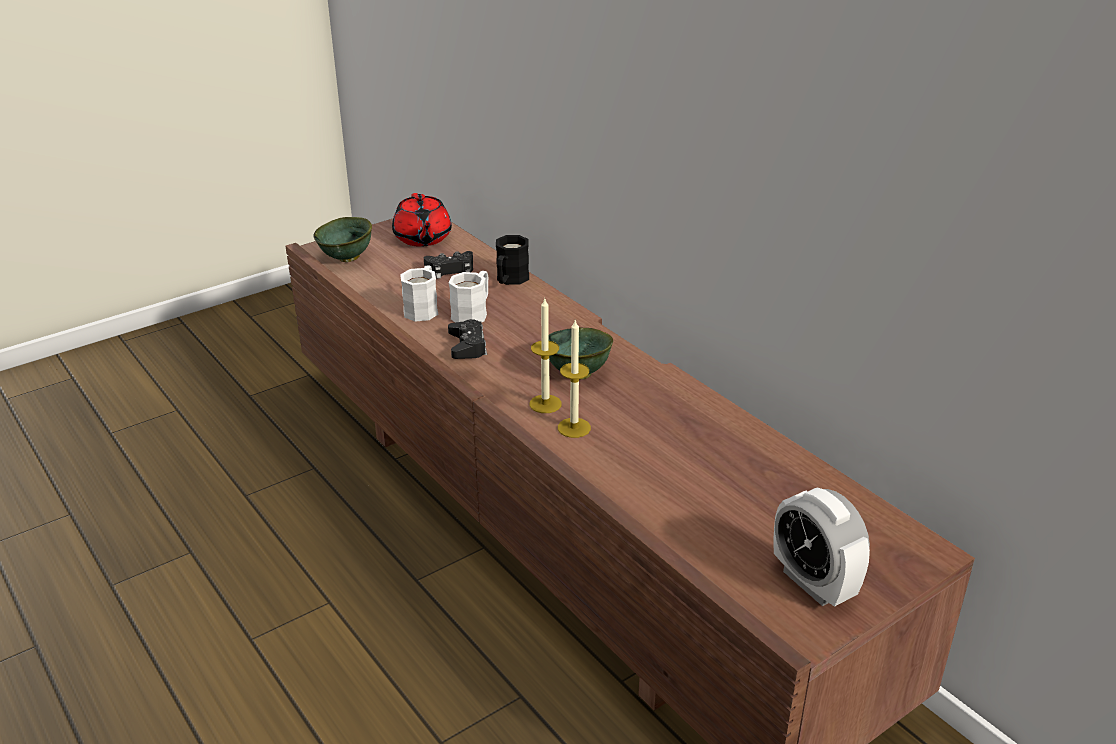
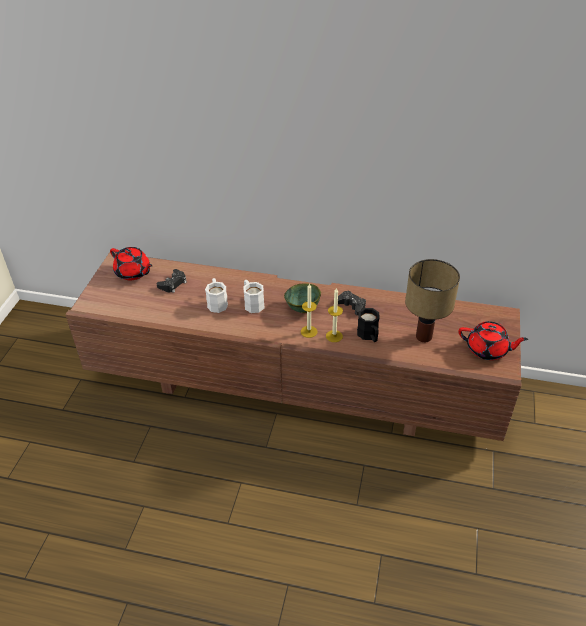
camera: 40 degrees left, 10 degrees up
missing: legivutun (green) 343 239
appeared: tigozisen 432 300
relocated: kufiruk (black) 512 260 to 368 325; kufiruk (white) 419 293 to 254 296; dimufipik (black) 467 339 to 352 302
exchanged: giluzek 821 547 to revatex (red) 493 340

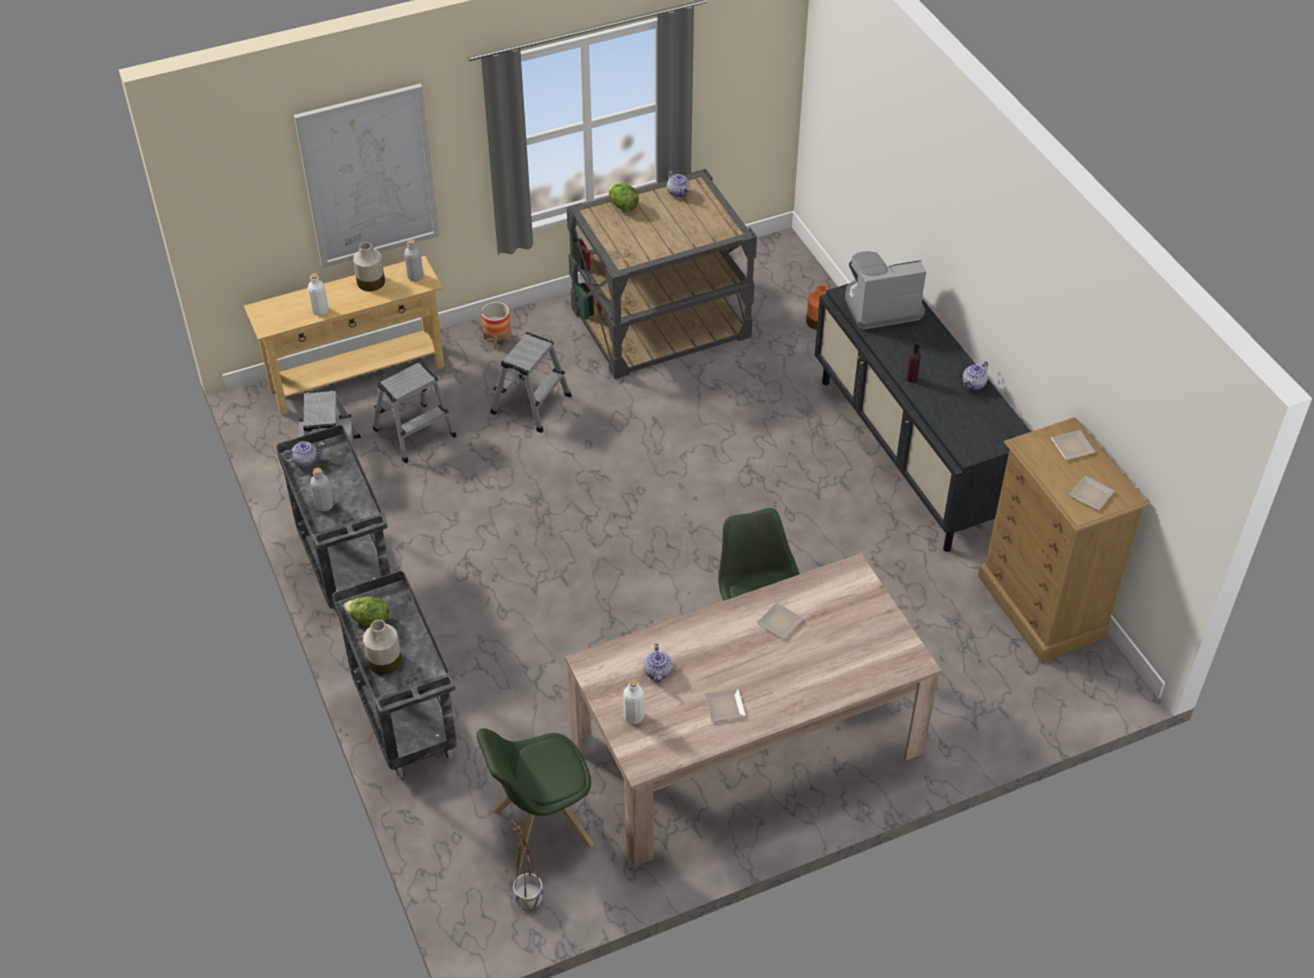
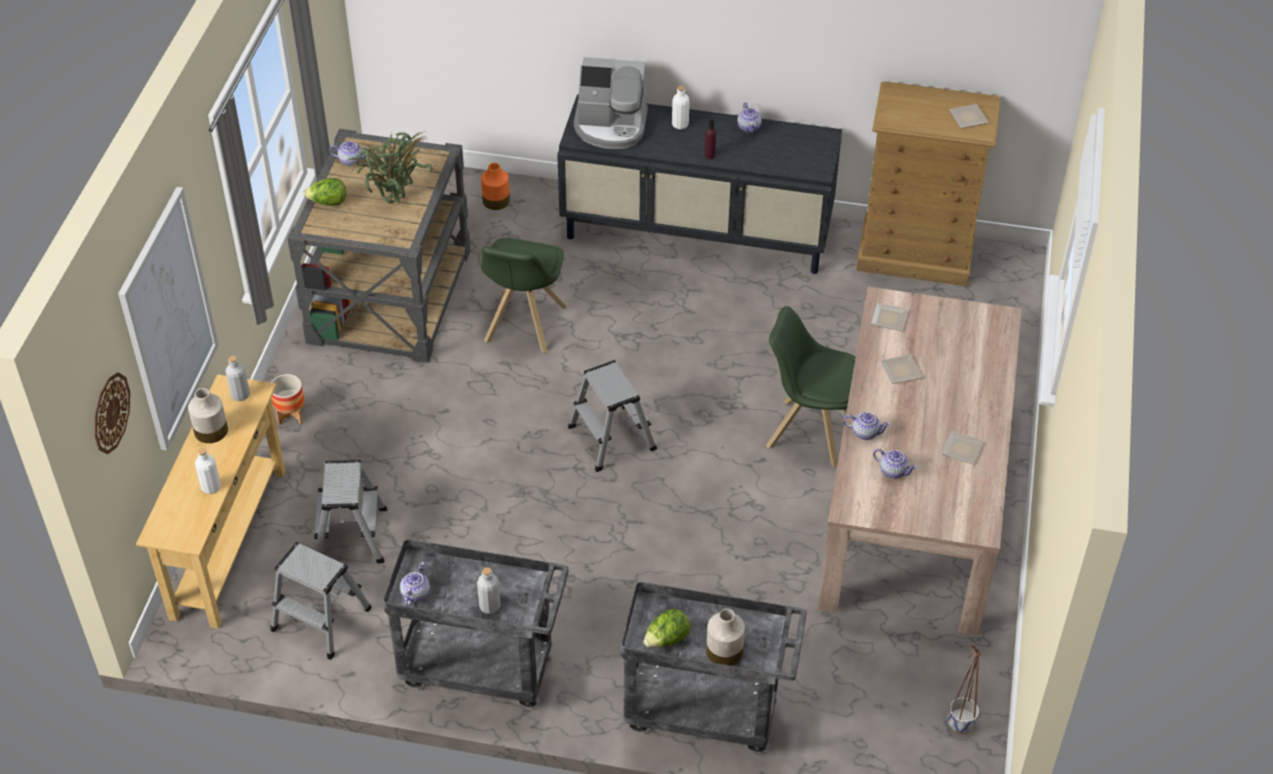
camera: 55 degrees left, 0 degrees up
appeared: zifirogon 389 167; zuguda 112 413; revatex 866 426
relocated: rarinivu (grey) 531 382 to 612 416; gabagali 1073 445 to 890 317; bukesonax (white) 633 701 to 681 108; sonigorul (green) 535 799 to 524 296
spun: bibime 885 290 = 611 103 105 degrees counterclockwise

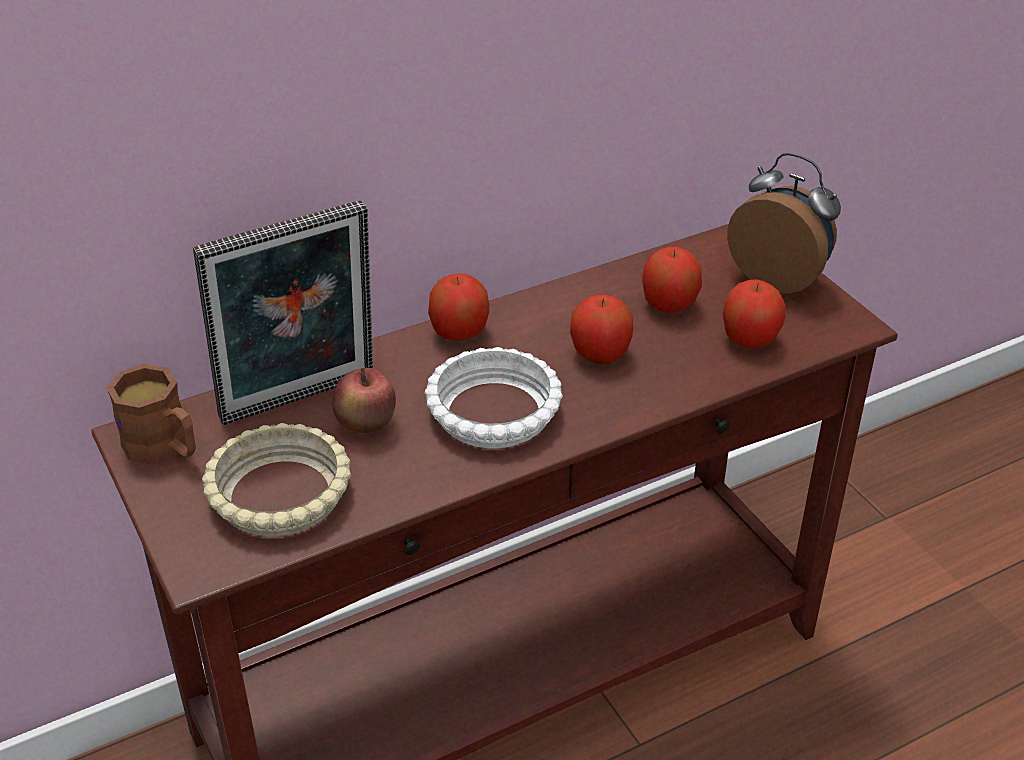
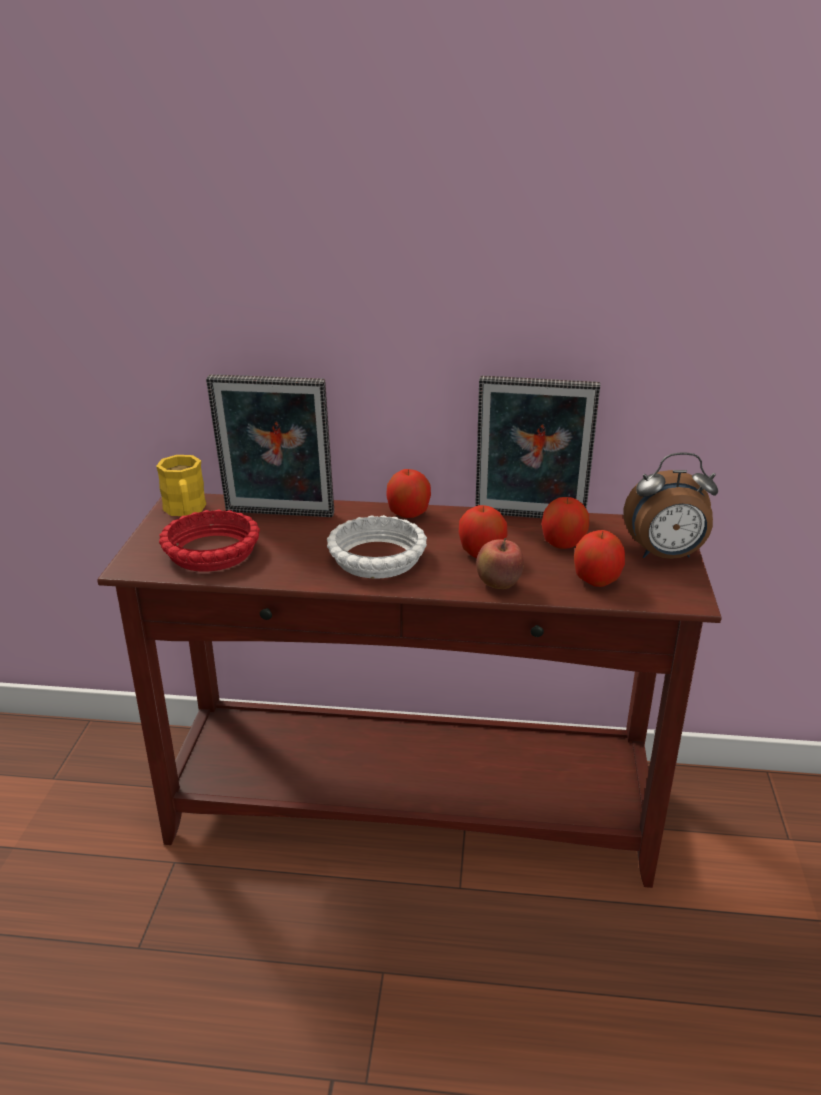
camera: 35 degrees right, 10 degrees down
appeared: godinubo 537 447
relocated: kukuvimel 364 400 to 500 563
colour: kufiruk (brown) 151 414 to kufiruk (yellow) 181 485; legivutun (beige) 276 479 to legivutun (red) 209 540
spun: giluzek 784 223 = 670 505 105 degrees clockwise

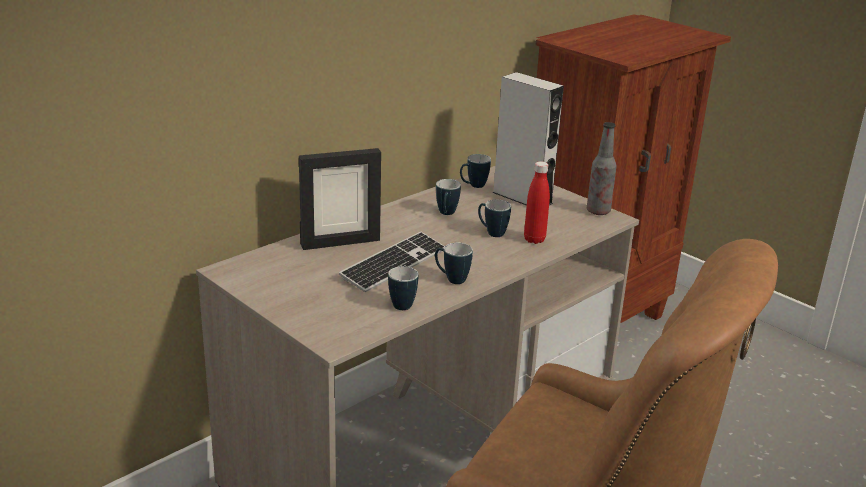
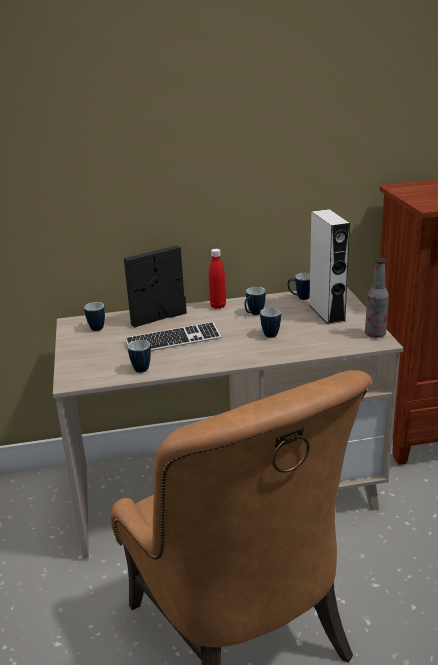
camera: 35 degrees right, 0 degrees up
relocated: bukesonax (red) 537 202 to 217 279; kufiruk 454 263 to 94 316
spun: godinubo 340 199 = 155 286 135 degrees clockwise

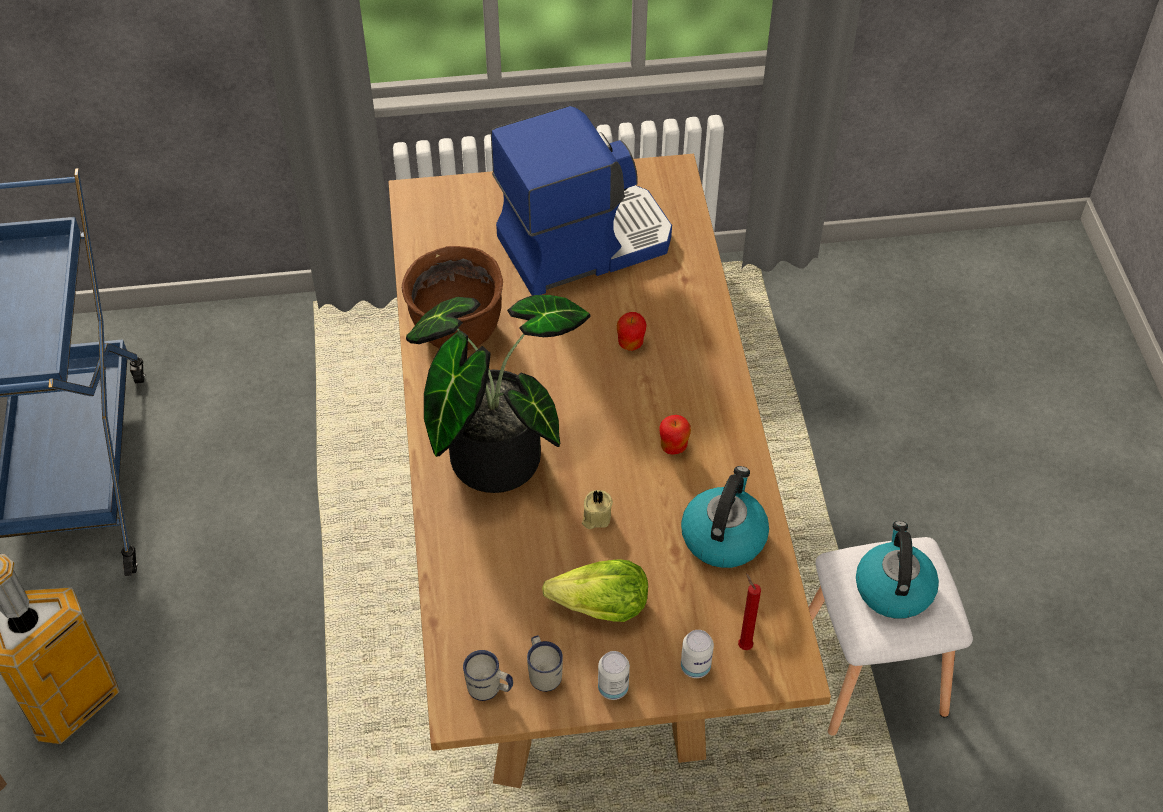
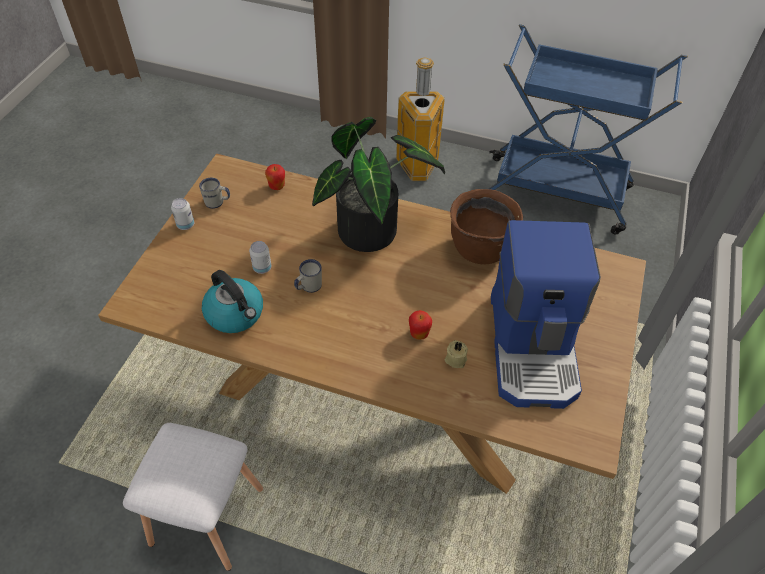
camera: 115 degrees right, 0 degrees up
missing: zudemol 897 570; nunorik 595 590; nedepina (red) 749 611
relocated: kukuvimel 675 435 to 275 177; nedepina (beige) 597 509 to 456 354; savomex 697 654 to 260 257; kufiruk (white) 488 675 to 308 276

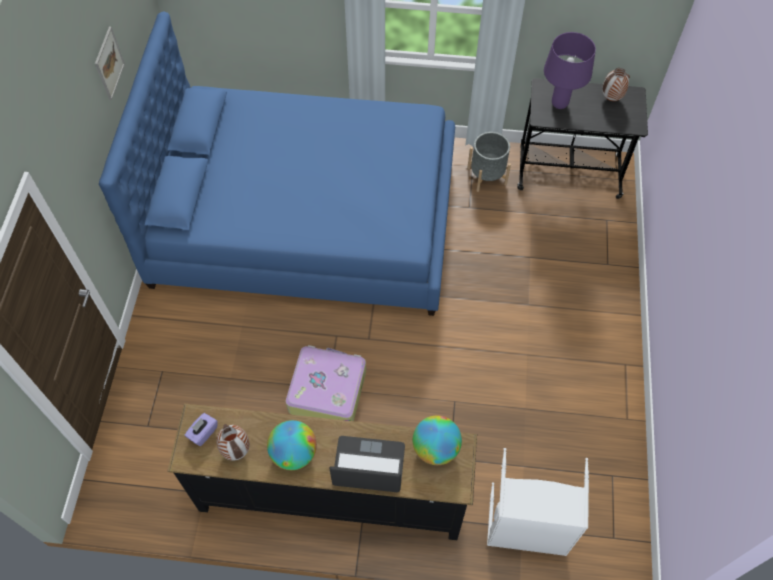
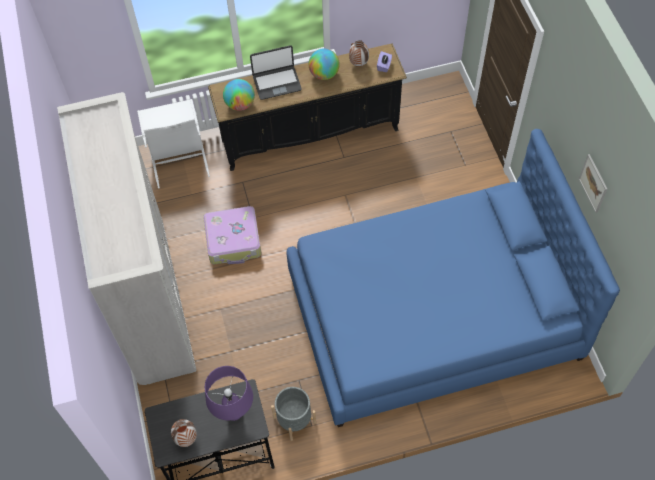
camera: 160 degrees right, 0 degrees up
appeared: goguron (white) 127 238
relocated: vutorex 326 383 to 232 235

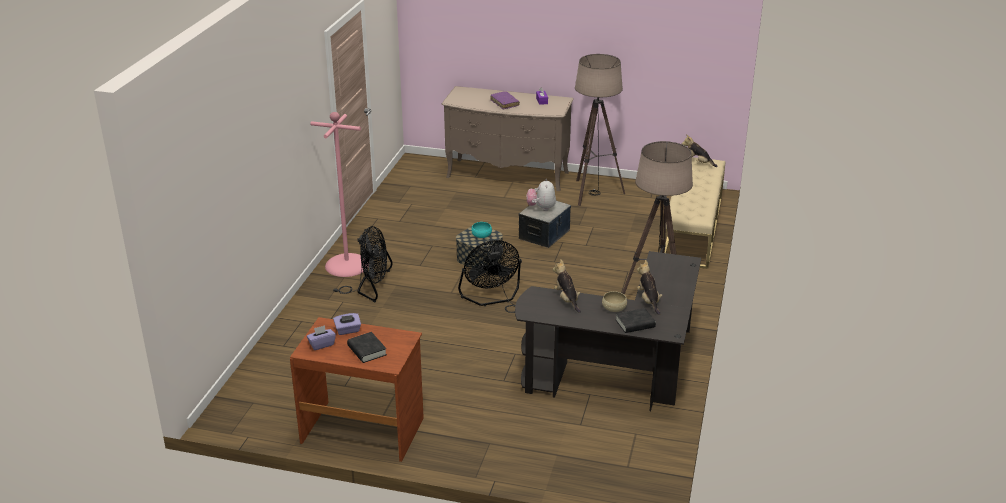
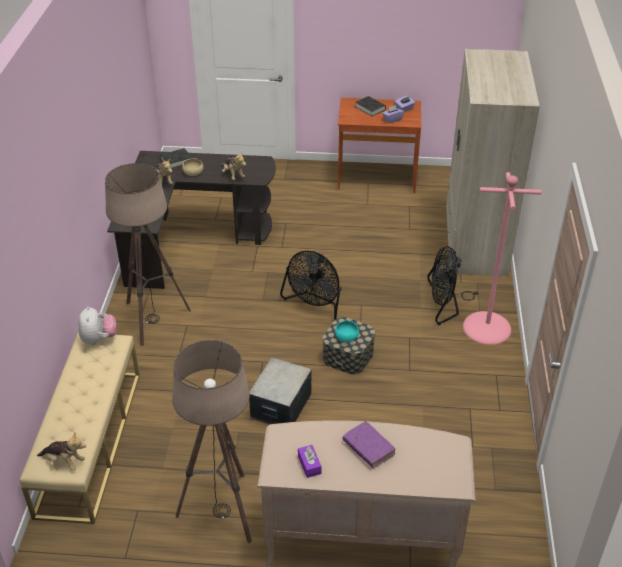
camera: 170 degrees right, 10 degrees up
appeared: goguron (beige) 493 162
relocated: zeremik 541 195 to 97 325
spun: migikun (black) 490 276 = 311 285 60 degrees clockwise

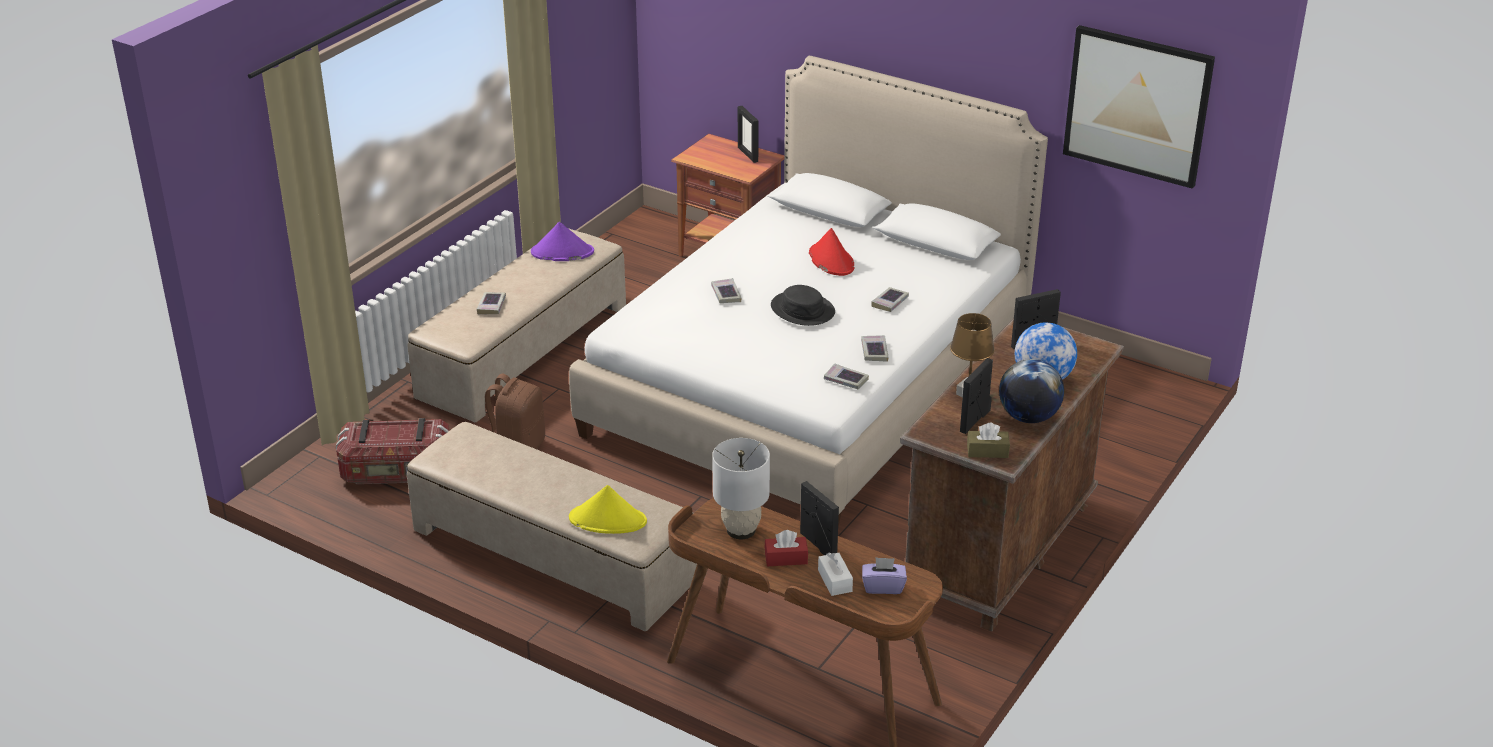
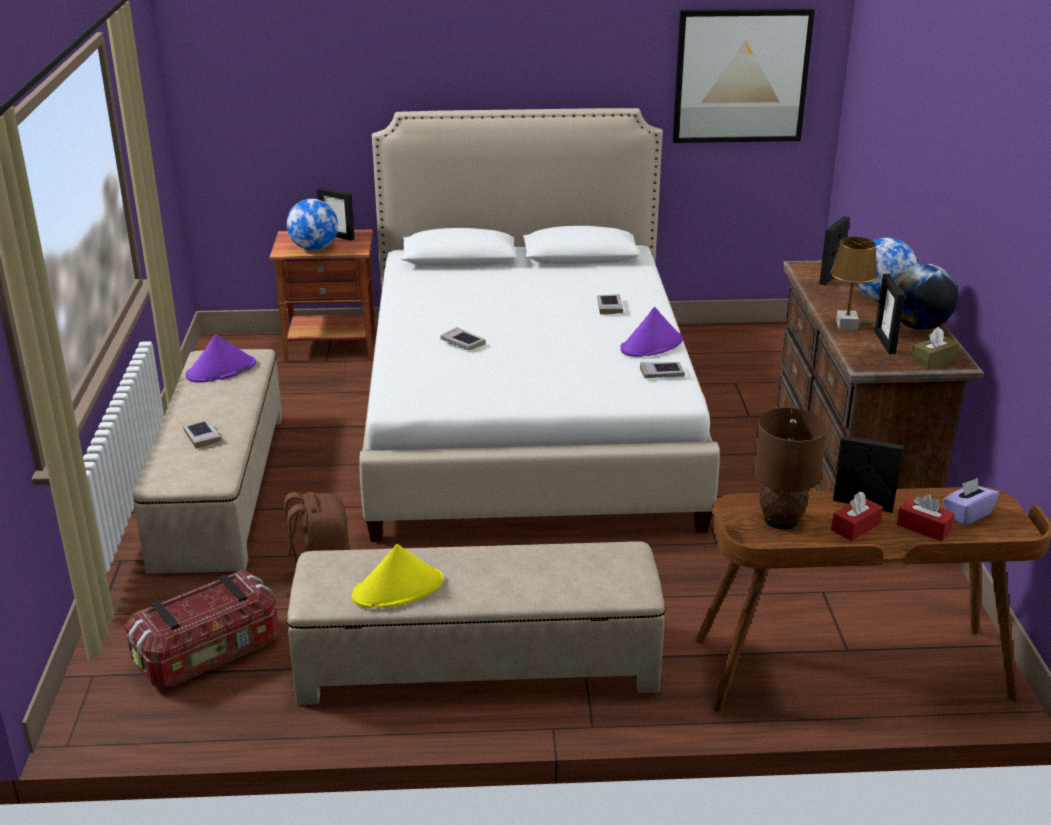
camera: 35 degrees left, 5 degrees down
missing: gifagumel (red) 831 252; gifagumel (black) 803 305
appeared: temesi 312 224
relocated: gifagumel (yellow) 608 509 to 398 576
exchanged: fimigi 875 348 to gifagumel (purple) 652 332
colour: tigozisen (white) 741 488 to tigozisen (brown) 790 469; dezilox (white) 835 574 to dezilox (red) 926 517

